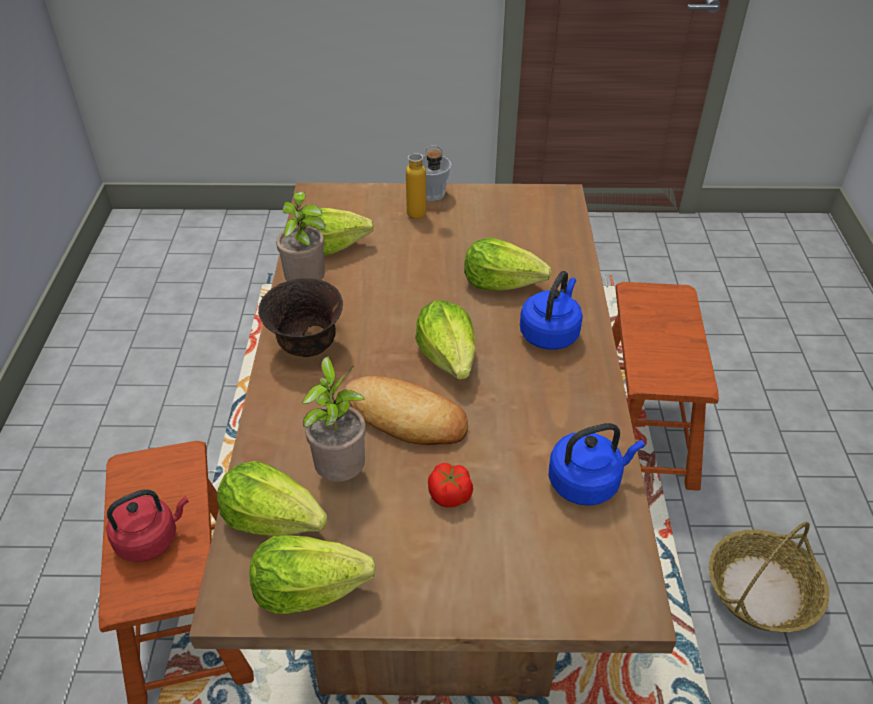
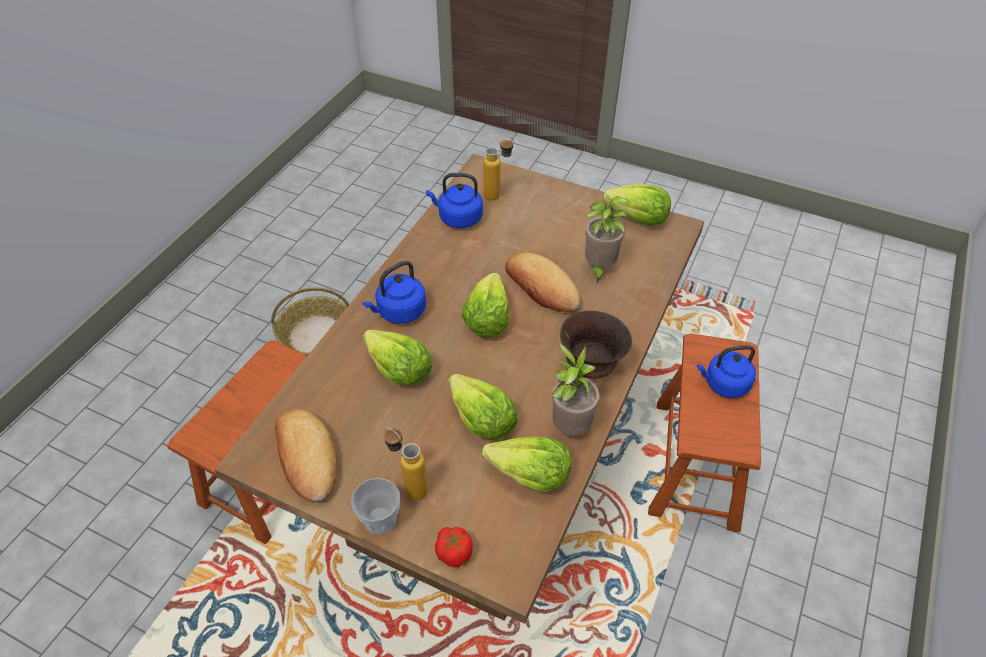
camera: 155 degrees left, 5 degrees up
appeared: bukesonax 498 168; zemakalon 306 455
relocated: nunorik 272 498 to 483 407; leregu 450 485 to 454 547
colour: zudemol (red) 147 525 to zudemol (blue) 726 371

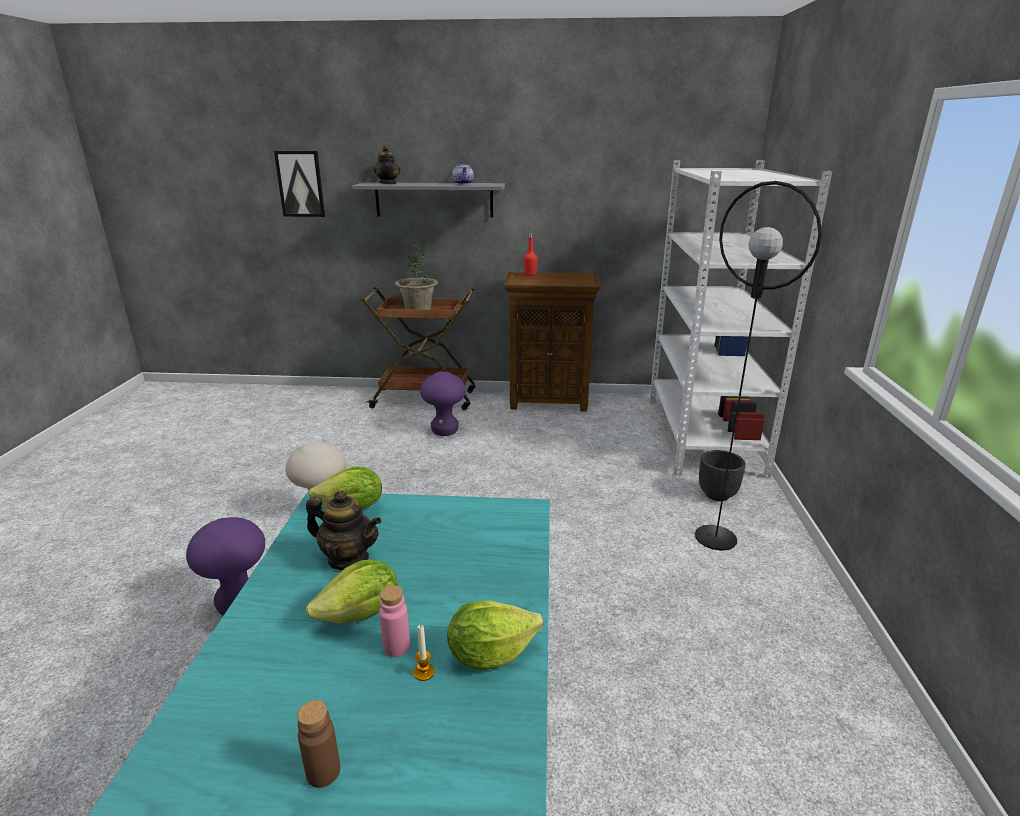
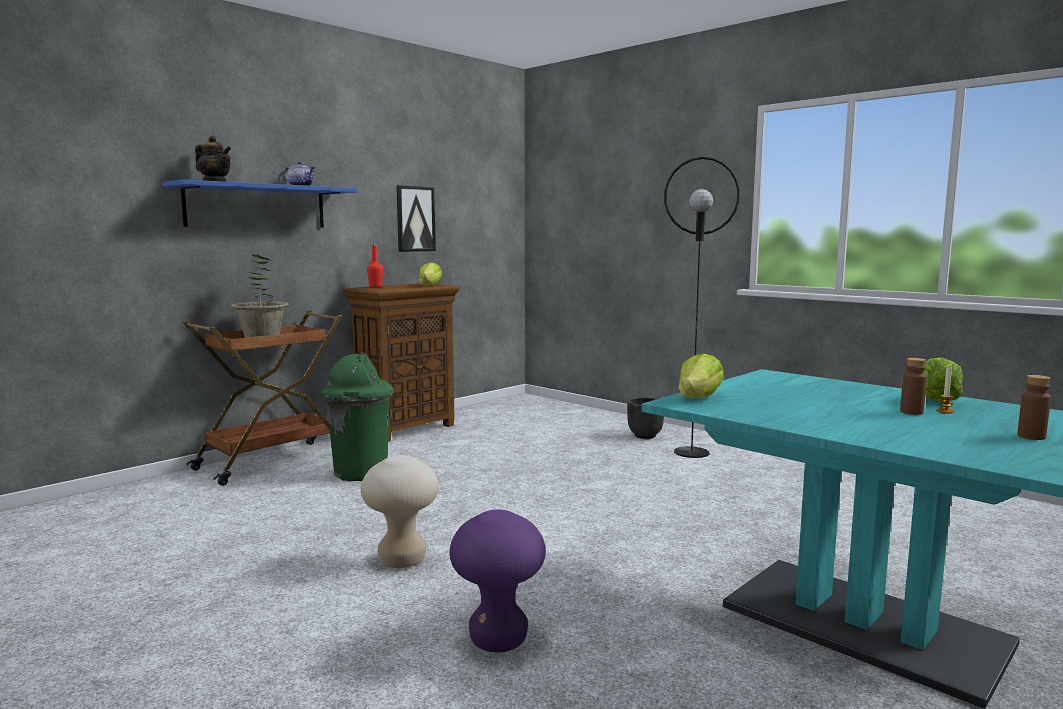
camera: 50 degrees left, 15 degrees down
missing: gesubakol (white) 740 319; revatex 343 530
relocated: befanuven 299 184 to 416 218; nunorik 352 591 to 430 274
exchanged: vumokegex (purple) 443 404 to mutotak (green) 357 416
colour: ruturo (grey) 428 200 to ruturo (blue) 260 203; bukesonax (pink) 394 621 to bukesonax (brown) 913 386

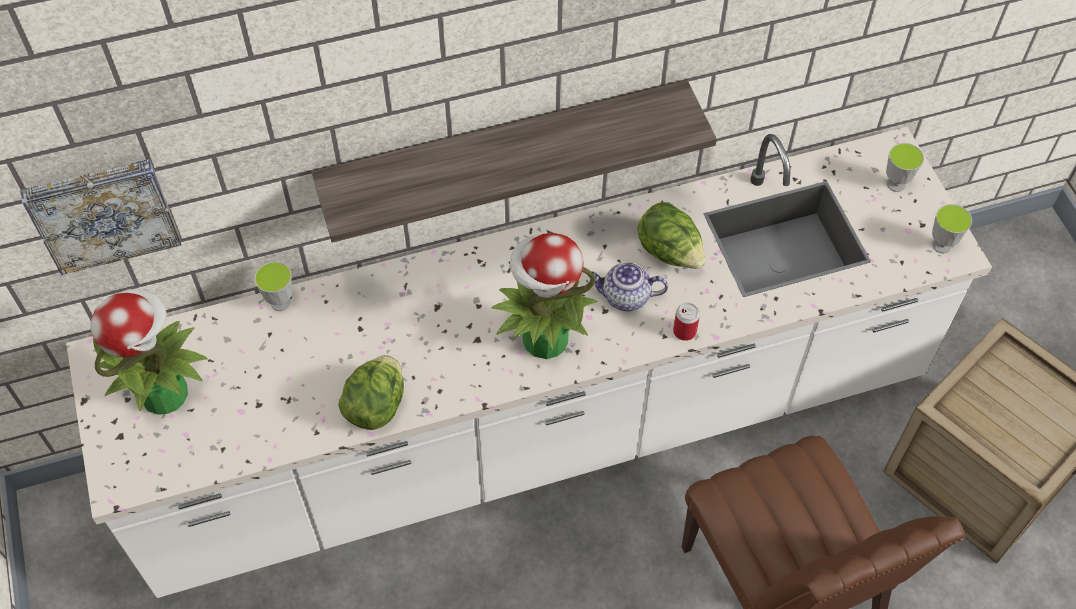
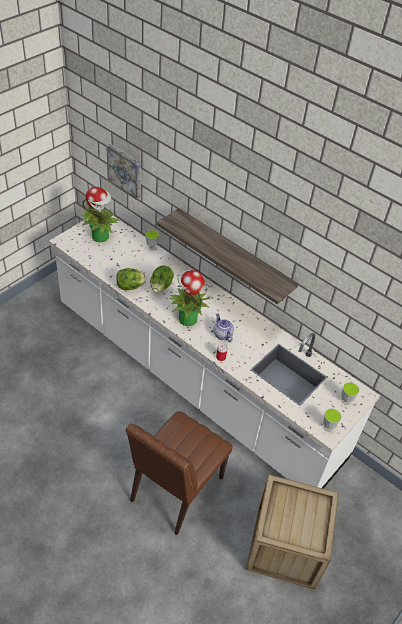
camera: 55 degrees right, 10 degrees down
relocated: nunorik 672 235 to 162 279

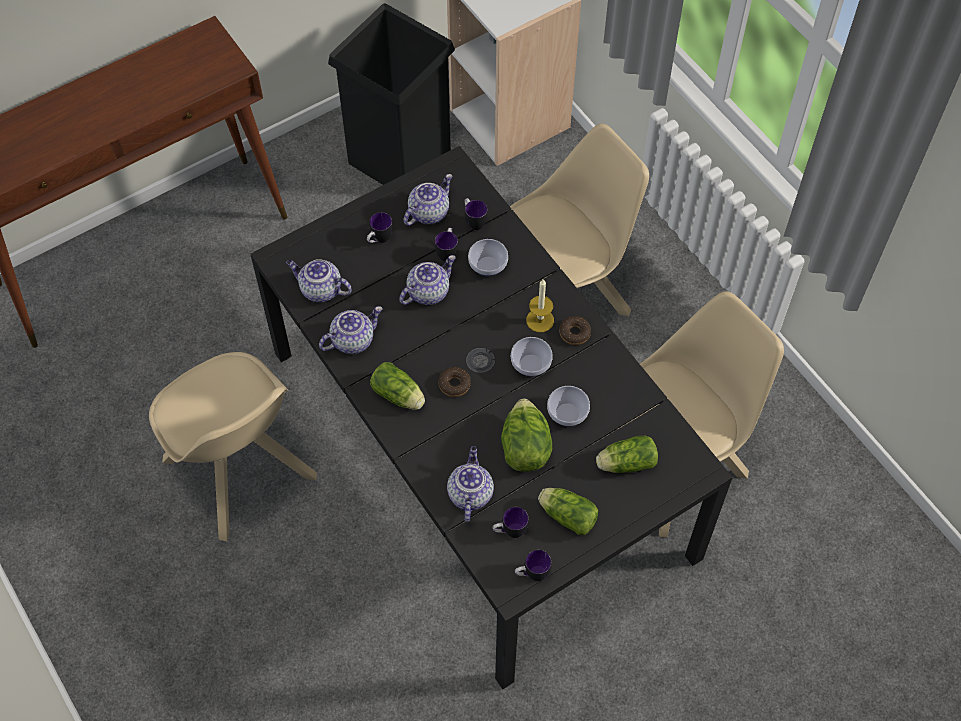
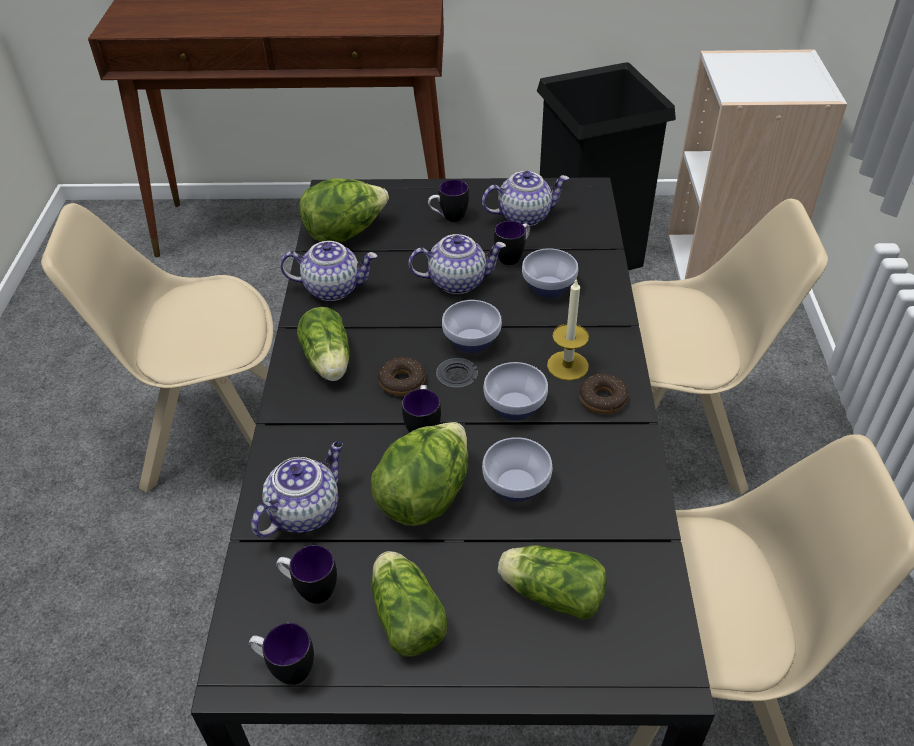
camera: 35 degrees right, 15 degrees down
appeared: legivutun 472 326
relocated: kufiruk 476 214 to 421 409
exchanged: revatex 319 280 to nunorik 344 210
spun: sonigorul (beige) 233 446 = 157 348 90 degrees clockwise

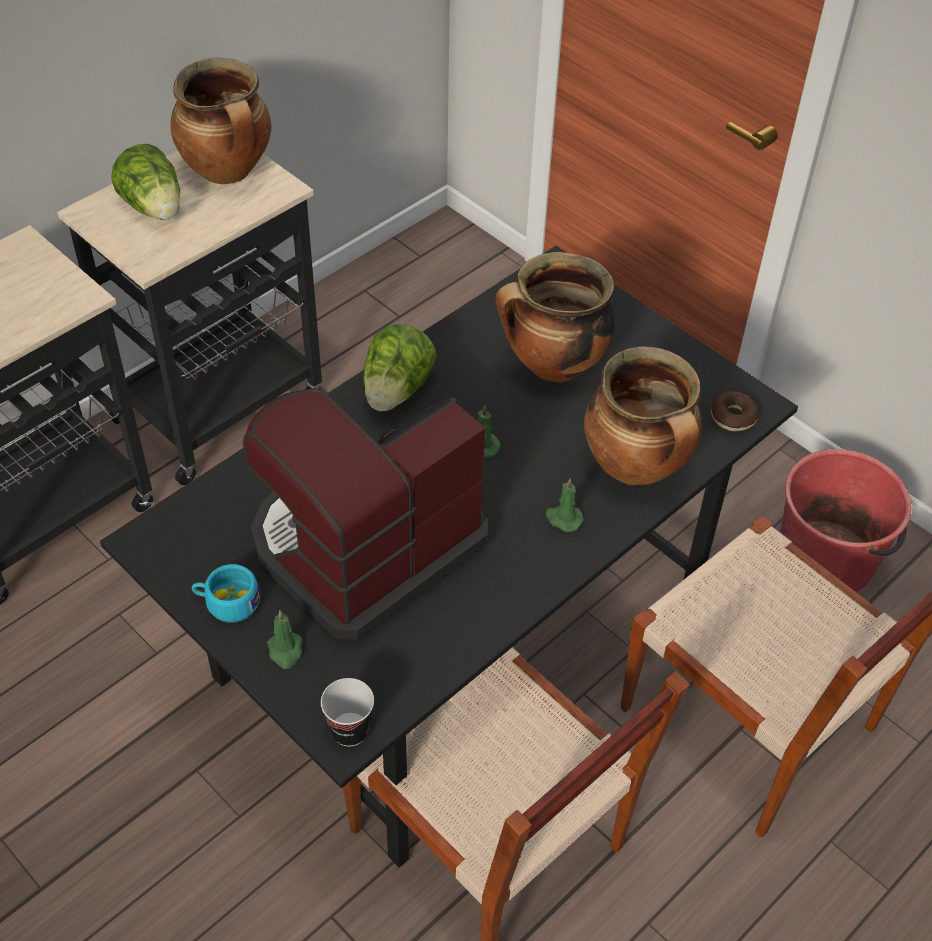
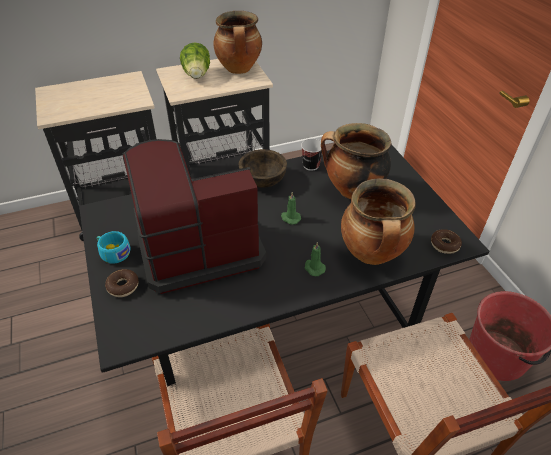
camera: 25 degrees right, 5 degrees down
relocated: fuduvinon 347 712 to 311 155
exchanged: nunorik 400 367 to legivutun (brown) 262 168; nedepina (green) 284 640 to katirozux 122 283

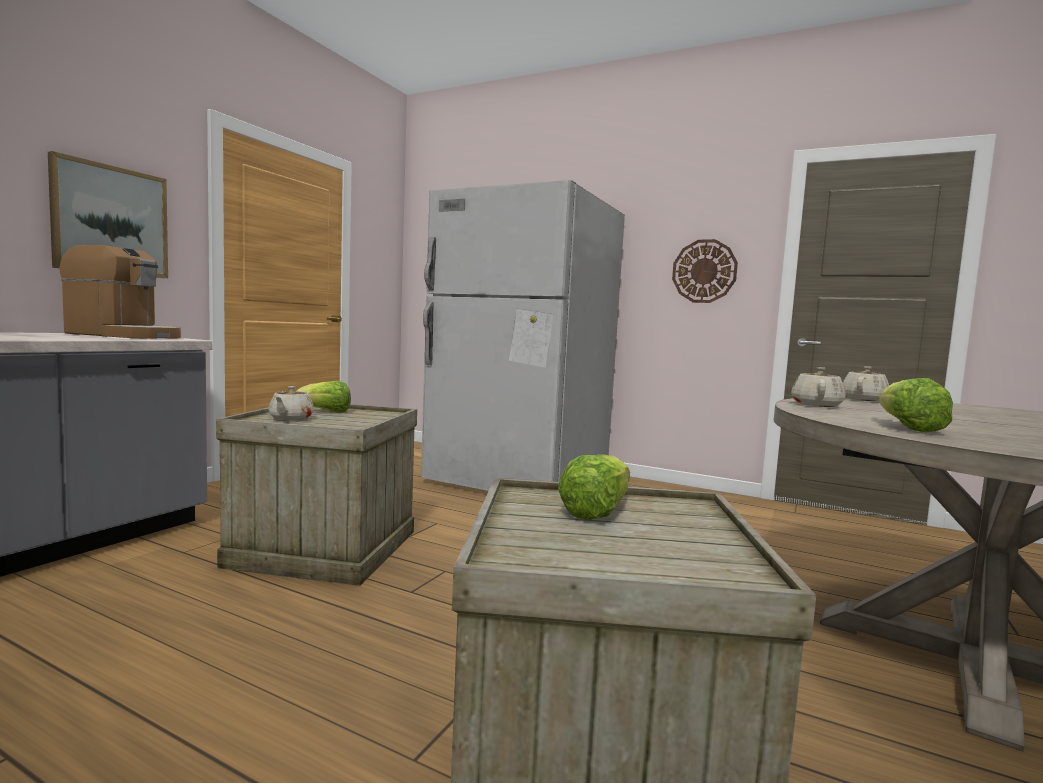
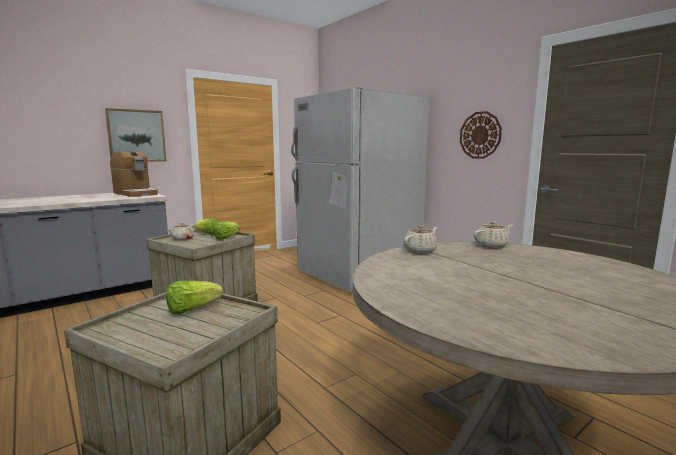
camera: 25 degrees right, 5 degrees up
relocated: nunorik 916 405 to 226 231

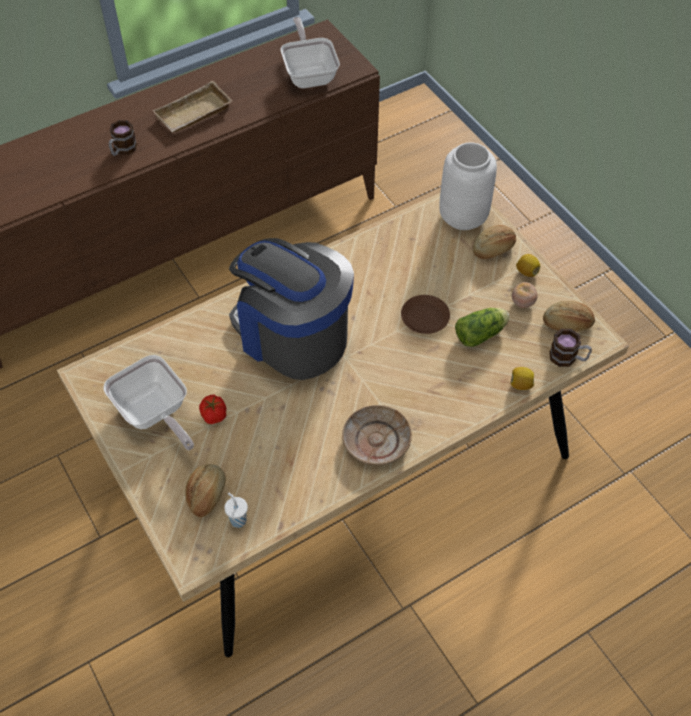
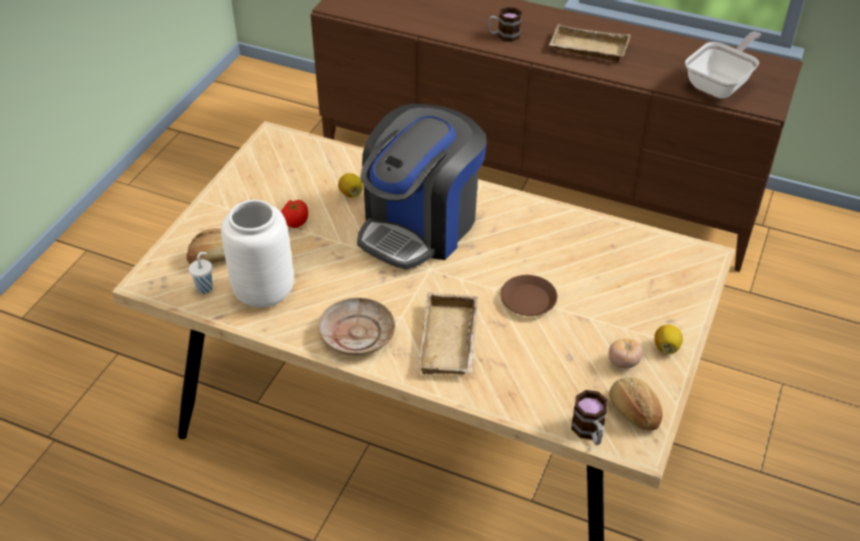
camera: 55 degrees right, 10 degrees down
missing: zemakalon 494 242; nunorik 482 327; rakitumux 148 402
appeared: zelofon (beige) 448 333
relocated: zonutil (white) 468 186 to 257 254; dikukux 522 378 to 350 185
spun: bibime 291 309 = 422 186 150 degrees counterclockwise

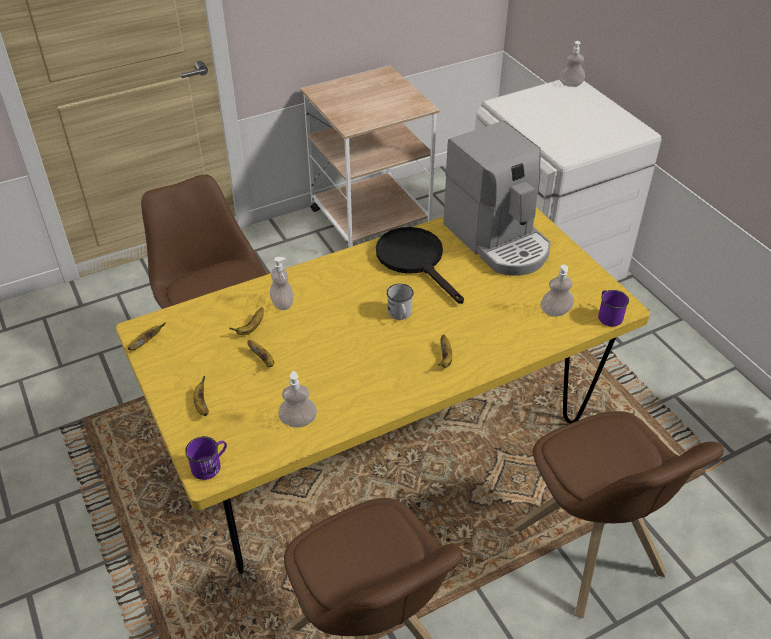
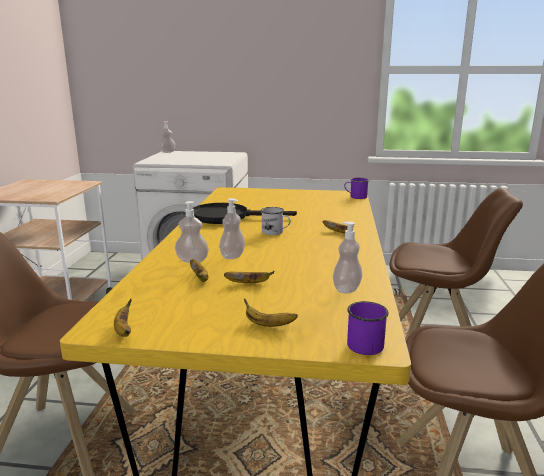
camera: 55 degrees left, 25 degrees down
missing: bibime 497 198
relocated: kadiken 557 291 to 232 228

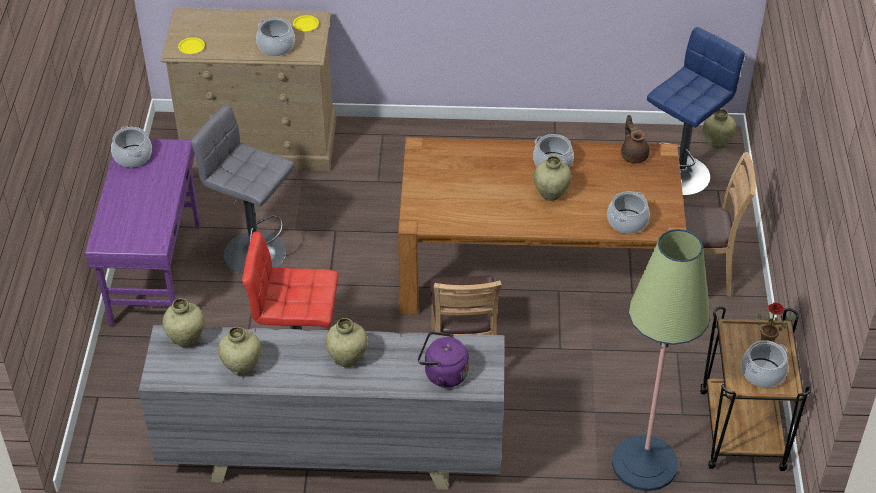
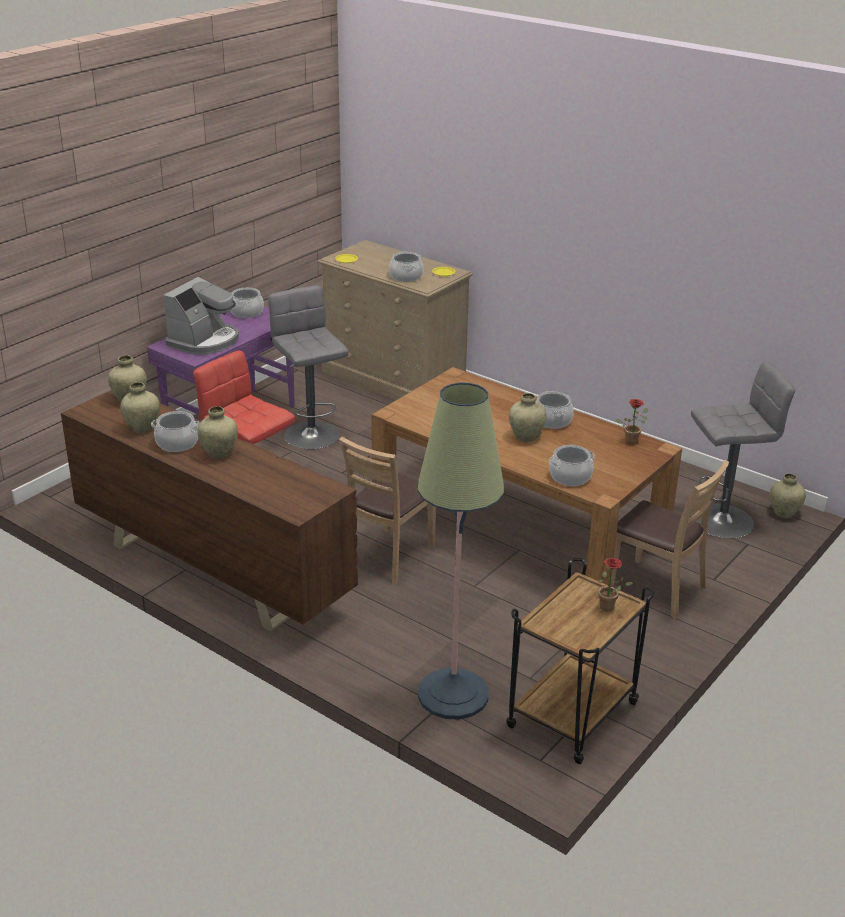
camera: 35 degrees right, 15 degrees down
missing: zudemol (purple) 443 359
appeared: bibime 201 316
relocated: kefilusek 764 364 to 175 431
exchanged: revatex (brown) 635 139 to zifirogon 632 422
colour: vumokegex (blue) 696 111 to vumokegex (grey) 743 449; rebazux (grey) 322 407 to rebazux (brown) 209 510

